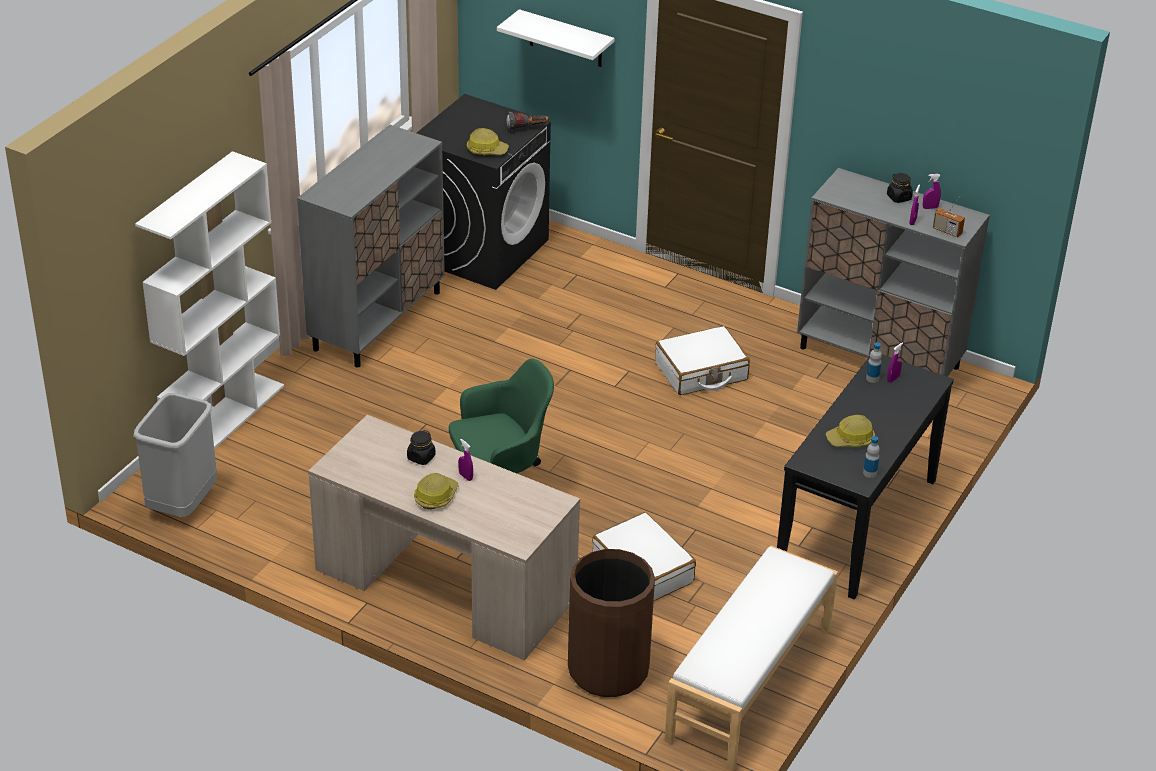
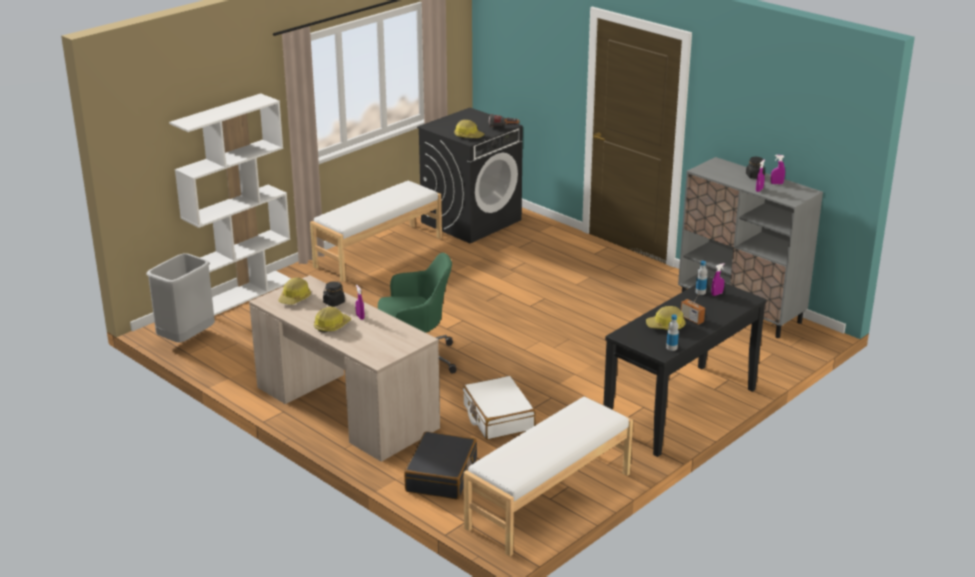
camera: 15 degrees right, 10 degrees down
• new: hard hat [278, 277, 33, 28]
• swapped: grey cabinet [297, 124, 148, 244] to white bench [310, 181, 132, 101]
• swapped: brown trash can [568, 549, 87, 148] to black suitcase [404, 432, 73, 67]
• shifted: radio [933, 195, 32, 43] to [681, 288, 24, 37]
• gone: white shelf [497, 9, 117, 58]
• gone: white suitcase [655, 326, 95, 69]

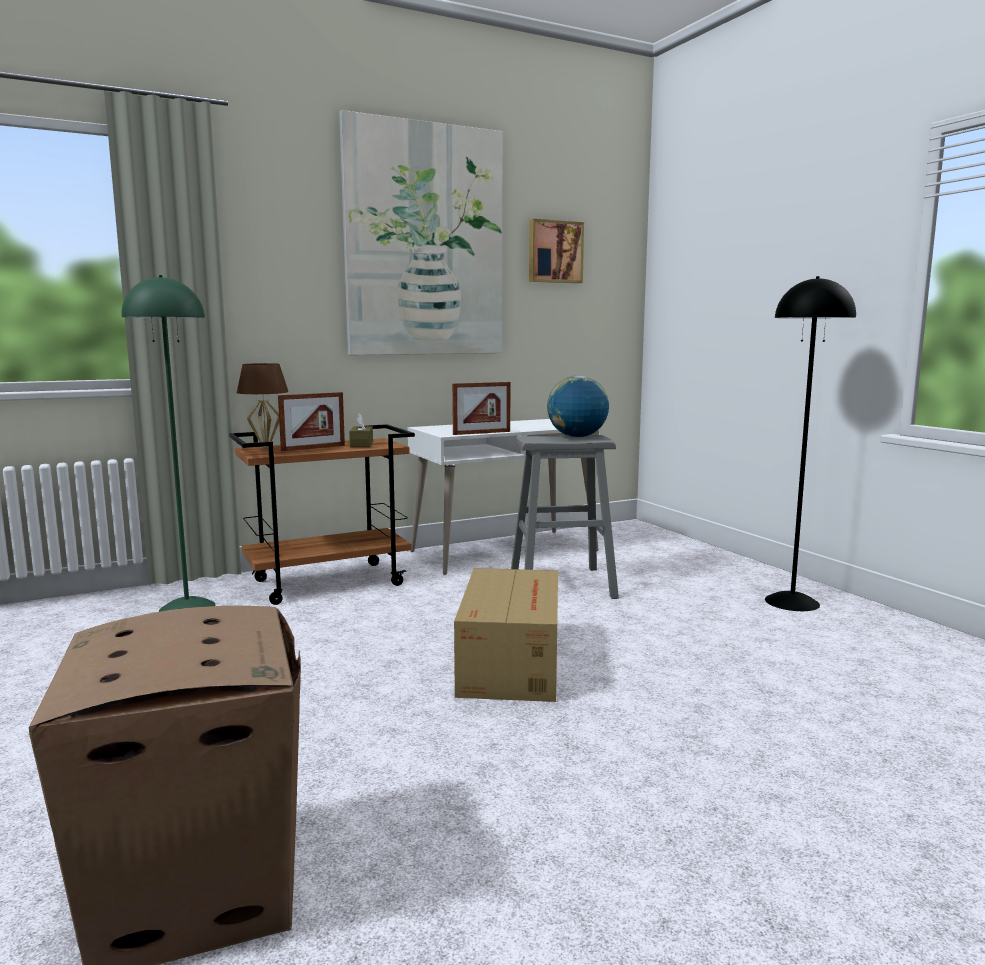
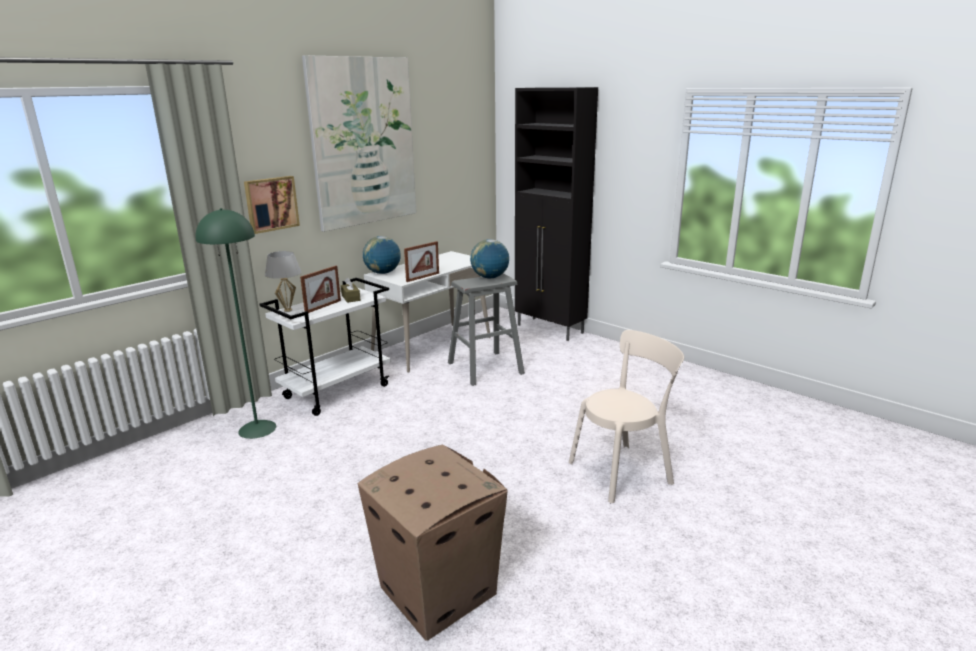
camera: 20 degrees left, 10 degrees up
• shifted: picture [529, 219, 55, 64] to [244, 176, 56, 58]
• repainted: brown cart [229, 424, 186, 181] to white cart [260, 278, 131, 138]
• repainted: brown table lamp [237, 363, 51, 86] to white table lamp [265, 251, 36, 61]
• new: globe [363, 236, 38, 38]
• new: black cabinet [515, 87, 83, 254]
• new: beige chair [569, 330, 115, 173]
• gone: cardboard box [454, 568, 104, 134]
• gone: black floor lamp [765, 276, 91, 335]

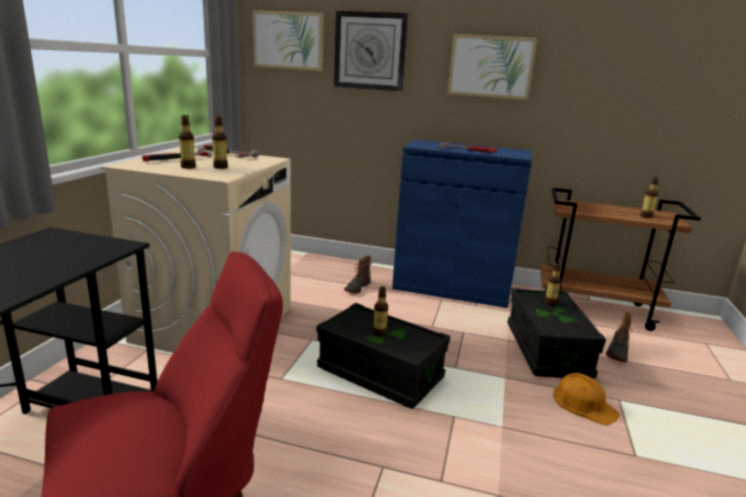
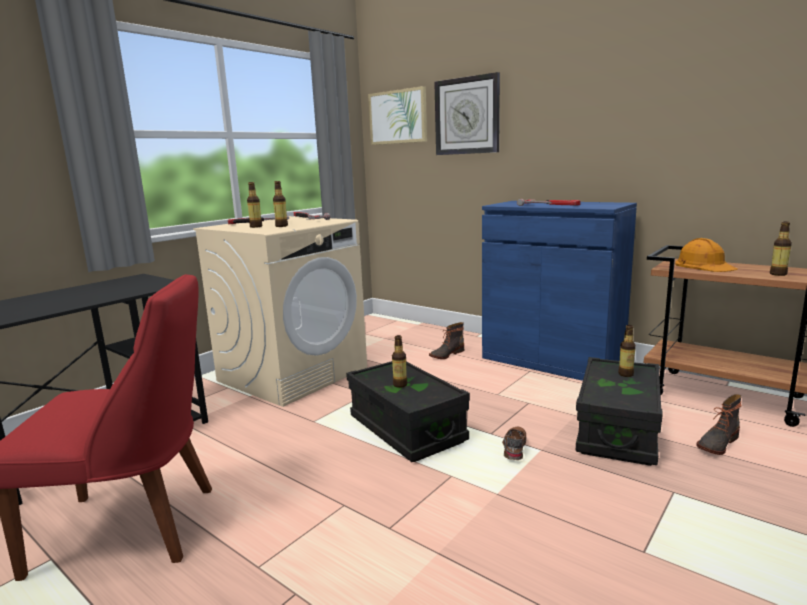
camera: 25 degrees right, 5 degrees down
• new: brown shoe [502, 427, 25, 33]
• shifted: orange hard hat [553, 373, 67, 52] to [675, 238, 63, 34]
• gone: picture [447, 34, 90, 66]

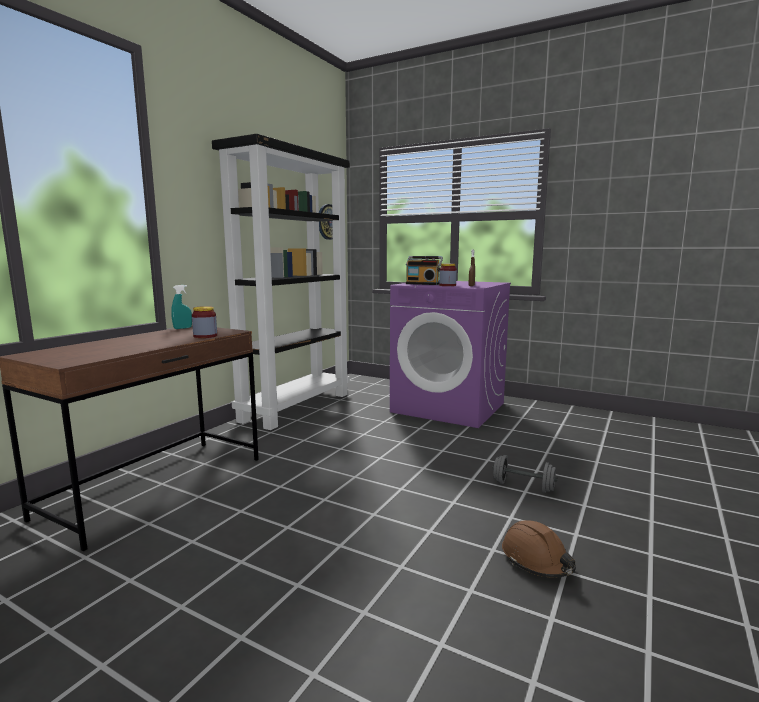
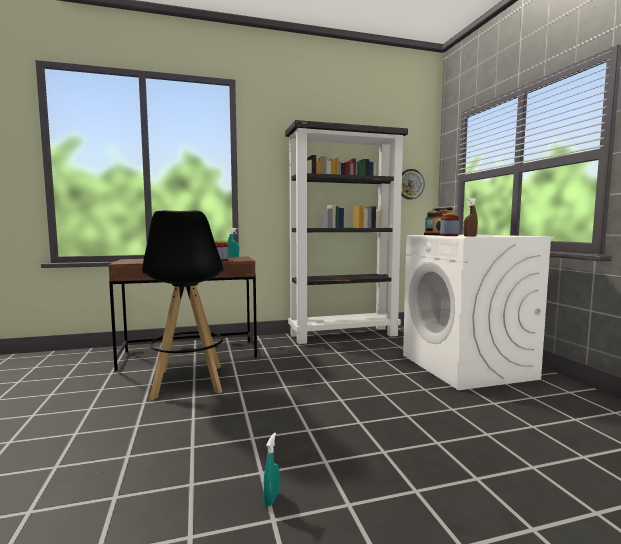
camera: 45 degrees right, 5 degrees down
• new: black stool [142, 210, 82, 190]
• swapped: brown hard hat [502, 520, 74, 58] to turquoise spray bottle [264, 433, 15, 73]
• repainted: purple washing machine [390, 281, 121, 147] to white washing machine [403, 235, 151, 155]
• gone: grey dumbbell [493, 455, 65, 38]

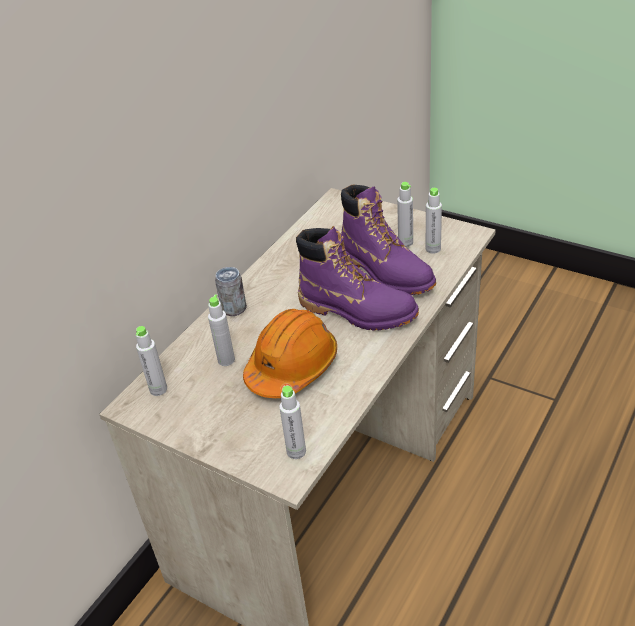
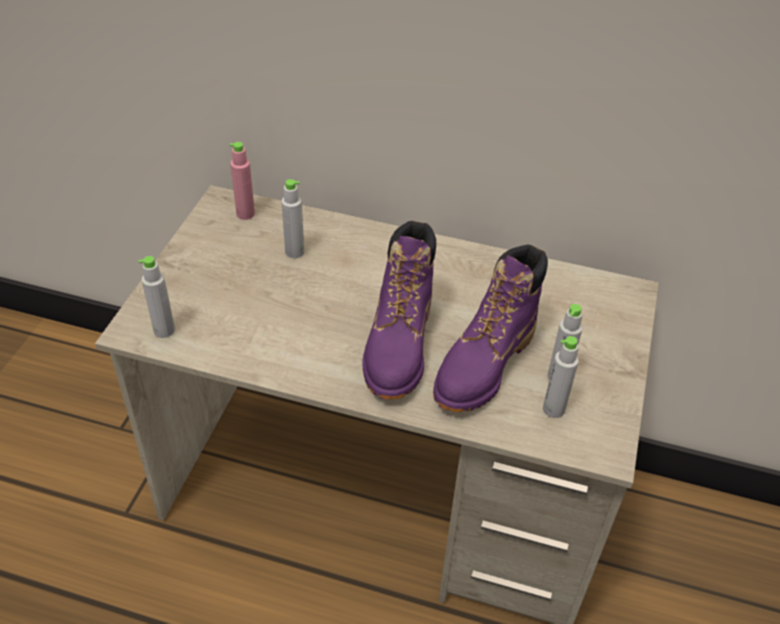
camera: 70 degrees right, 5 degrees up
• repainted: grey bottle [136, 326, 31, 70] to pink bottle [229, 142, 26, 78]
• gone: can [215, 267, 32, 49]
• gone: orange hard hat [243, 309, 94, 89]

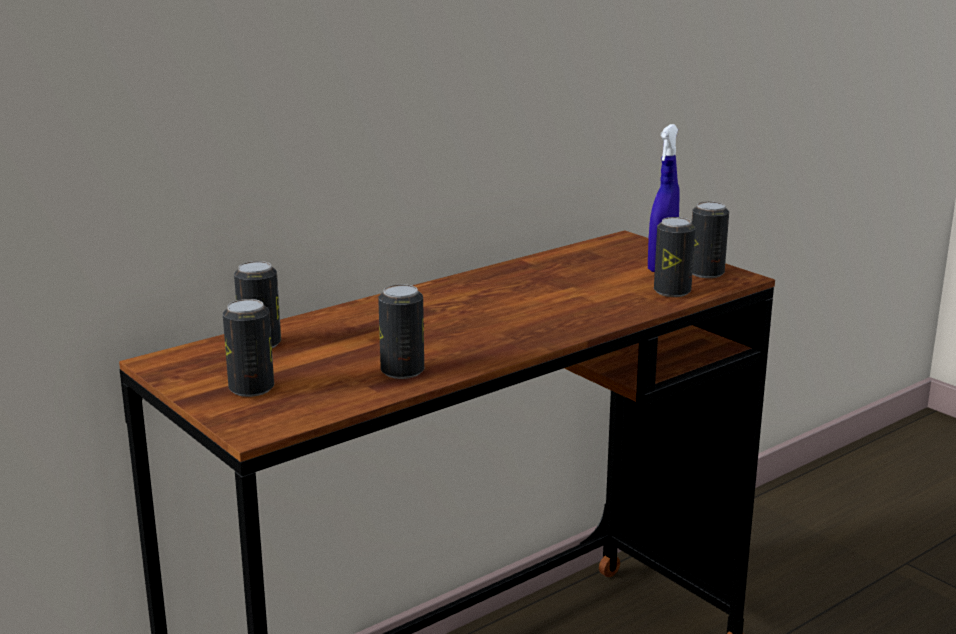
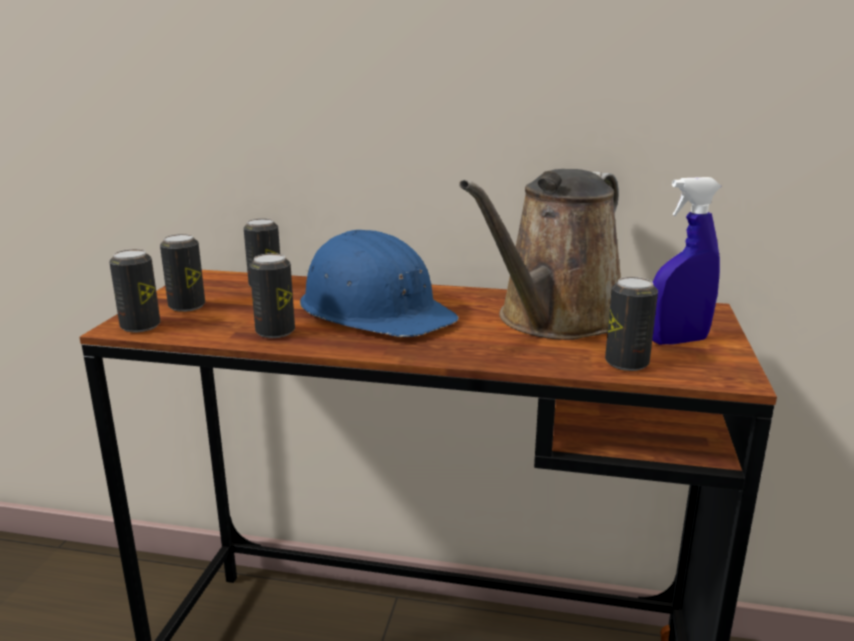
camera: 50 degrees right, 0 degrees up
• shifted: can [692, 201, 37, 77] to [109, 249, 51, 84]
• new: blue hard hat [300, 230, 159, 107]
• new: brown watering can [459, 169, 162, 171]

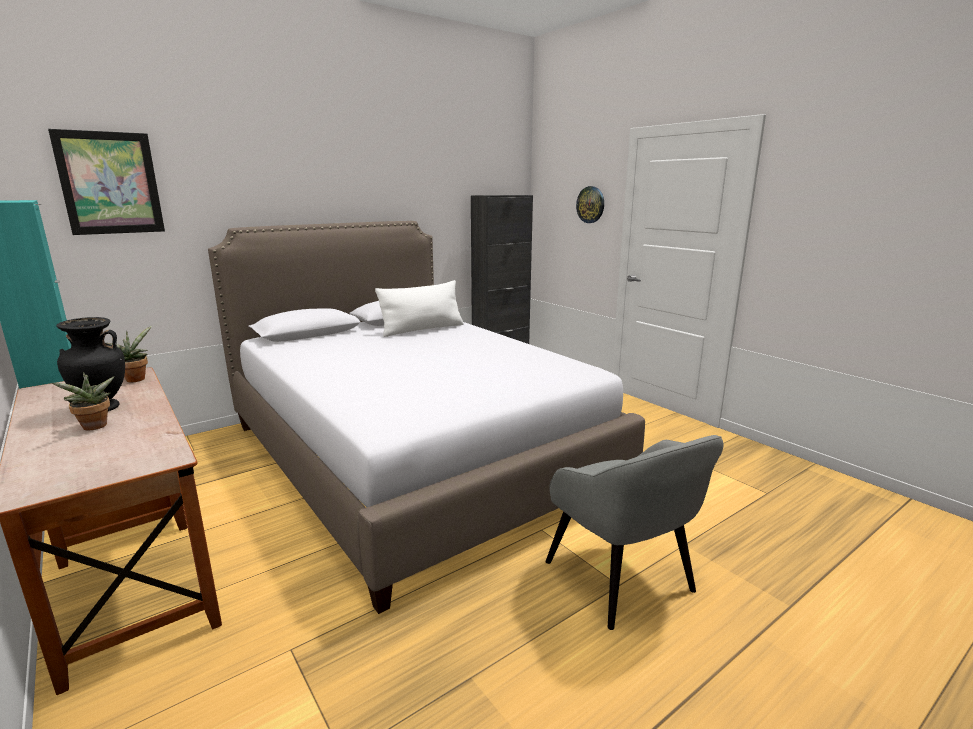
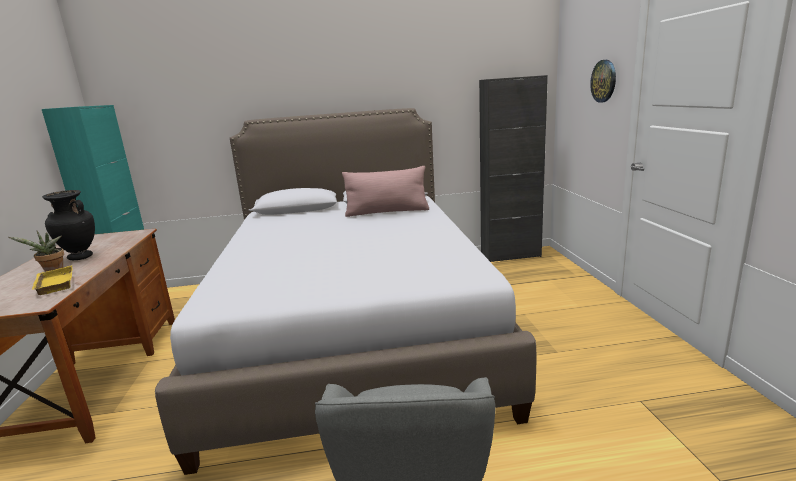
camera: 30 degrees right, 0 degrees up
• new: yellow tray [32, 266, 40, 29]
• repainted: white pillow [375, 280, 89, 57] to pink pillow [342, 166, 87, 51]
• gone: picture [48, 129, 117, 106]
• gone: potted plant [107, 326, 45, 57]

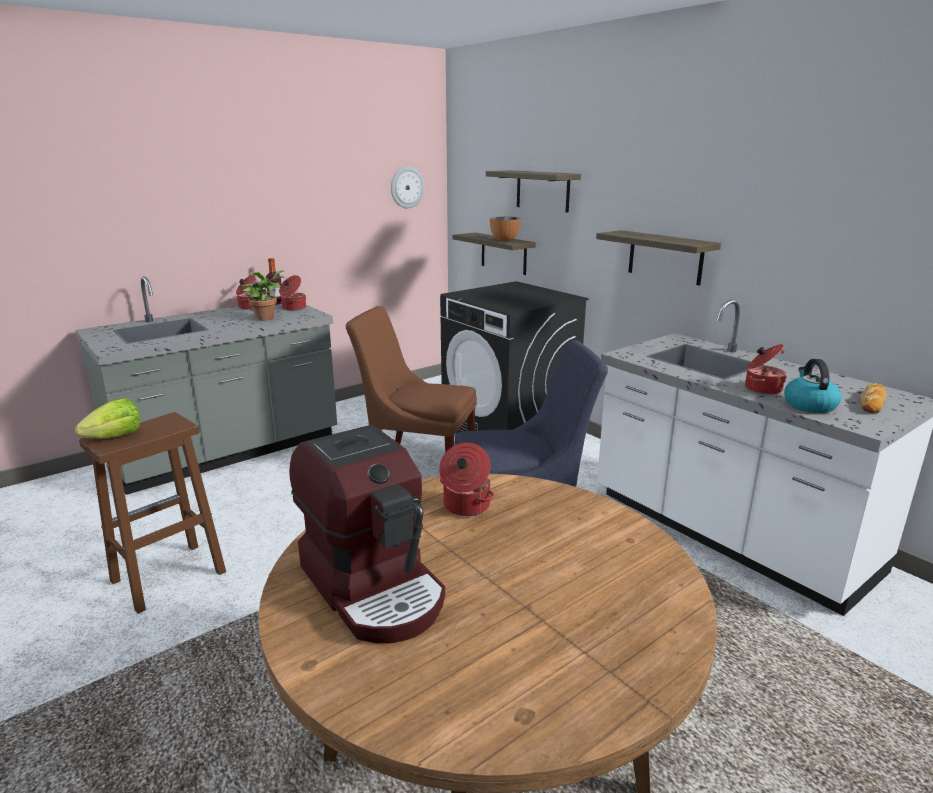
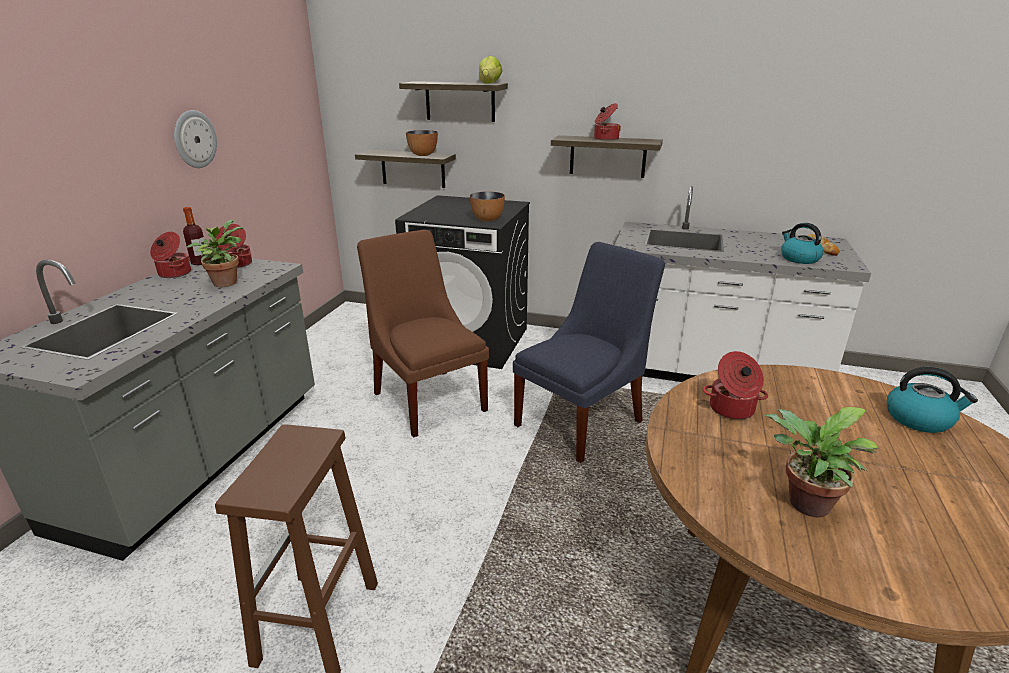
camera: 35 degrees left, 5 degrees up
• shifted: wall clock [391, 167, 33, 41] to [174, 110, 43, 58]
• rotated: brown chair [346, 306, 131, 147] = [357, 229, 132, 209] 75 degrees clockwise
• new: bowl [470, 192, 35, 30]
• shifted: lettuce [75, 398, 66, 41] to [479, 56, 23, 28]
• shifted: cooking pot [745, 344, 42, 51] to [594, 103, 27, 38]
• swapped: coffee machine [289, 425, 156, 218] to potted plant [763, 407, 115, 110]
• new: kettle [887, 367, 91, 66]

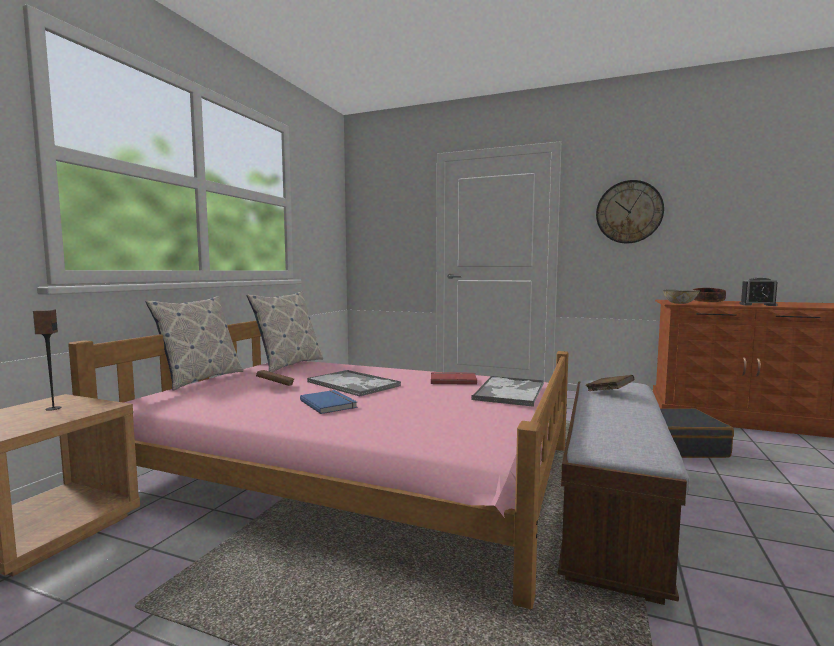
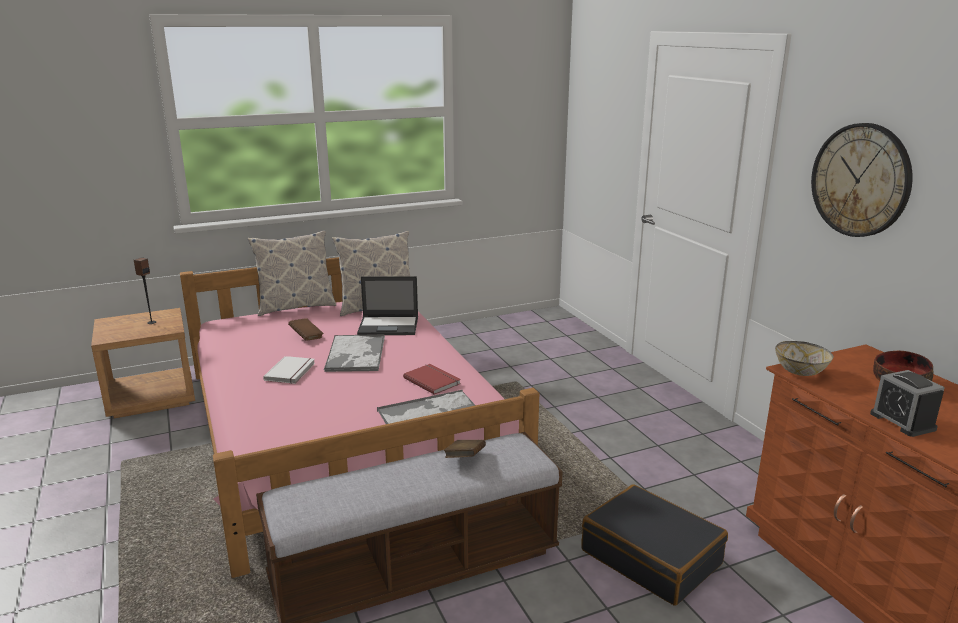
camera: 45 degrees right, 15 degrees up
• repainted: blue book [300, 390, 58, 24] to white book [263, 356, 52, 28]
• new: laptop [357, 276, 61, 59]

